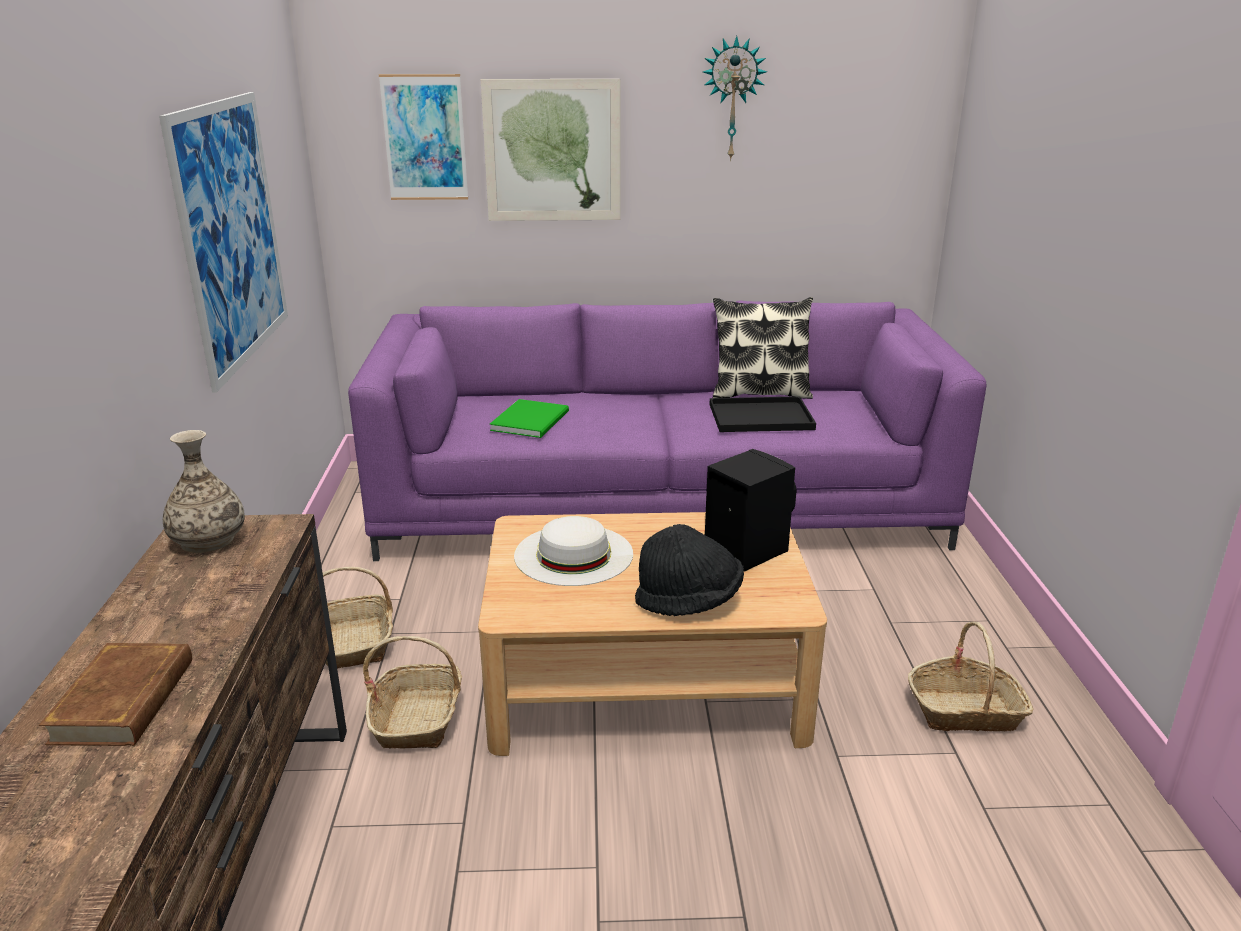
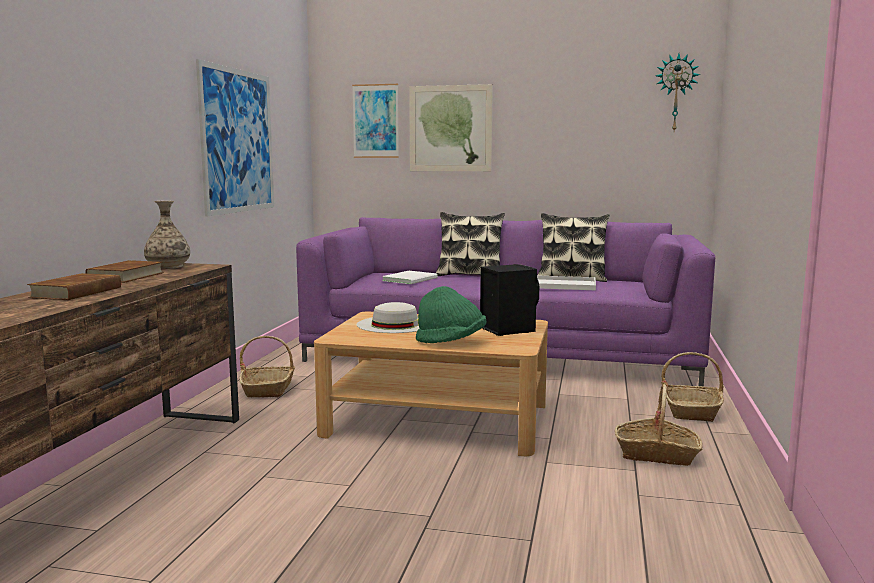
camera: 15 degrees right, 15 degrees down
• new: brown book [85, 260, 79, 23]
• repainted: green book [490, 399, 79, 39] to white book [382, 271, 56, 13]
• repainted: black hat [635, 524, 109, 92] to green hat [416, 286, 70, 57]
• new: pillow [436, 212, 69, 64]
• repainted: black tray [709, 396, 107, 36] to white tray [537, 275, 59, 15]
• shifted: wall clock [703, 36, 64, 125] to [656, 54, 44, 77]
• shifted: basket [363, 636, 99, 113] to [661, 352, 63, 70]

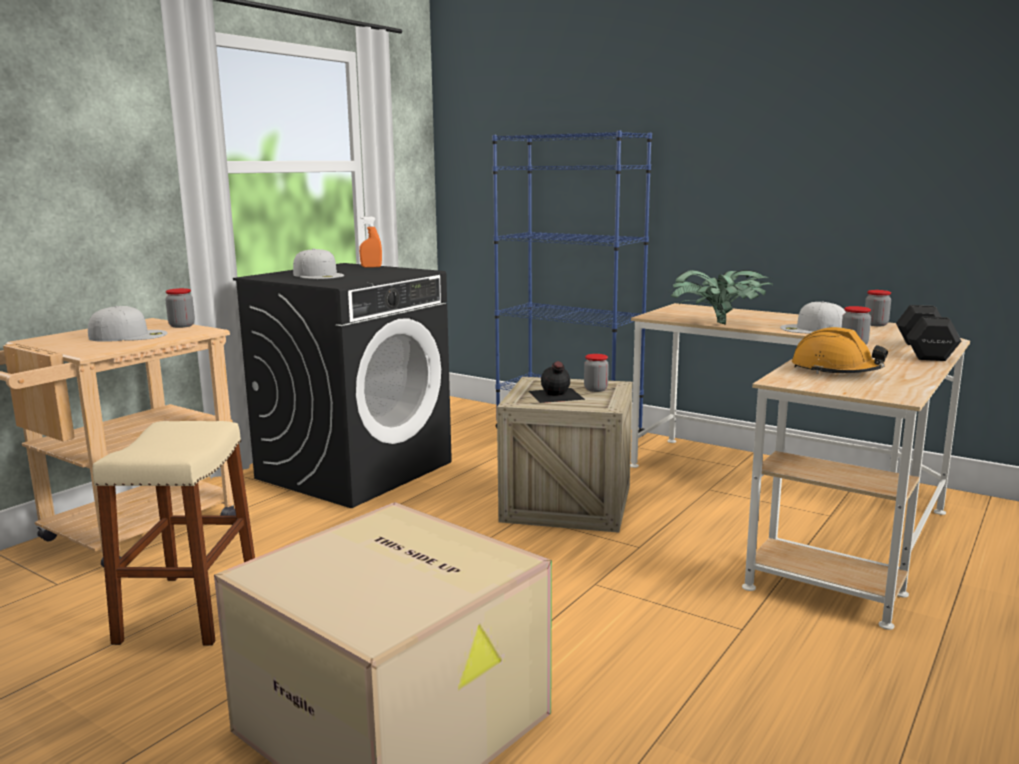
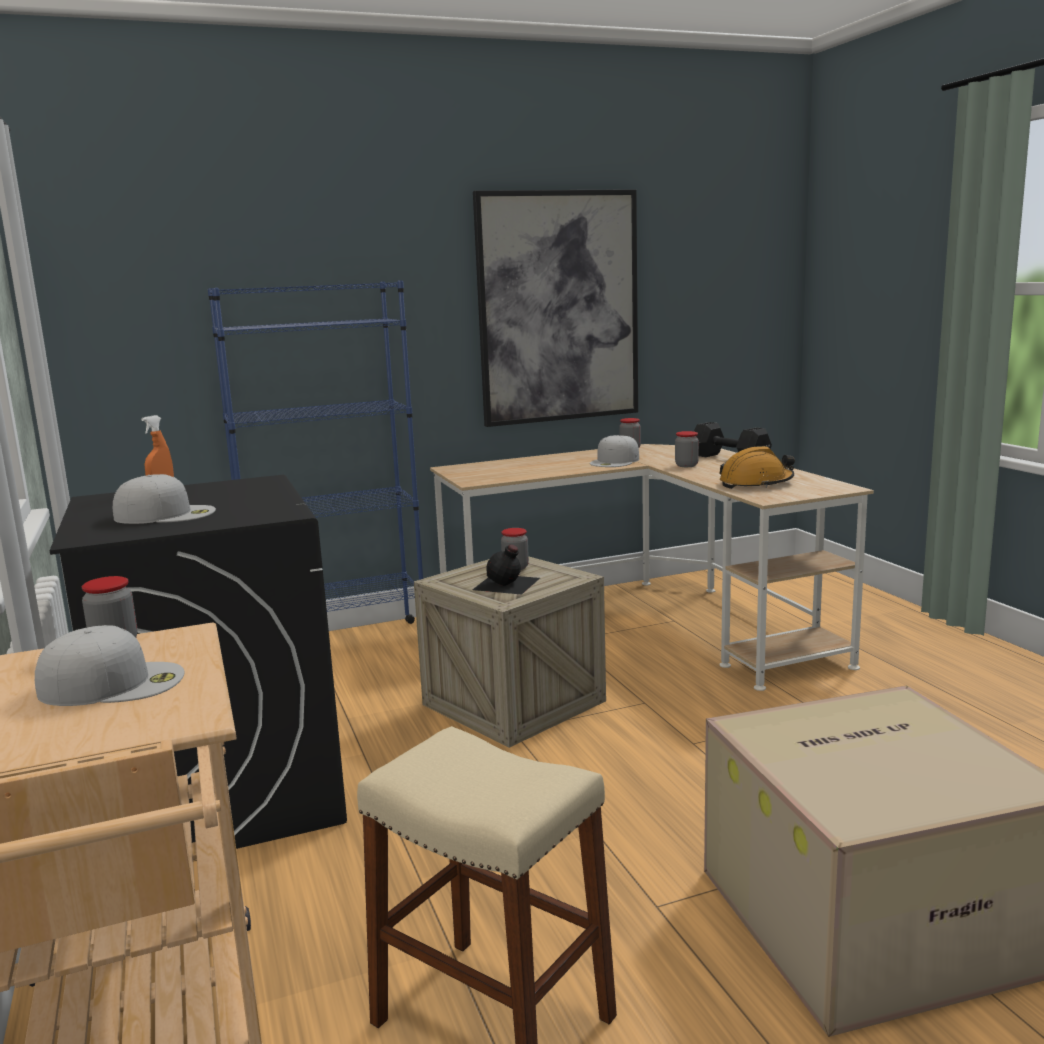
camera: 55 degrees left, 0 degrees up
• rotated: white cap [88, 306, 79, 36] = [35, 625, 149, 81] 60 degrees clockwise
• new: picture [473, 189, 165, 238]
• gone: potted plant [668, 270, 106, 55]

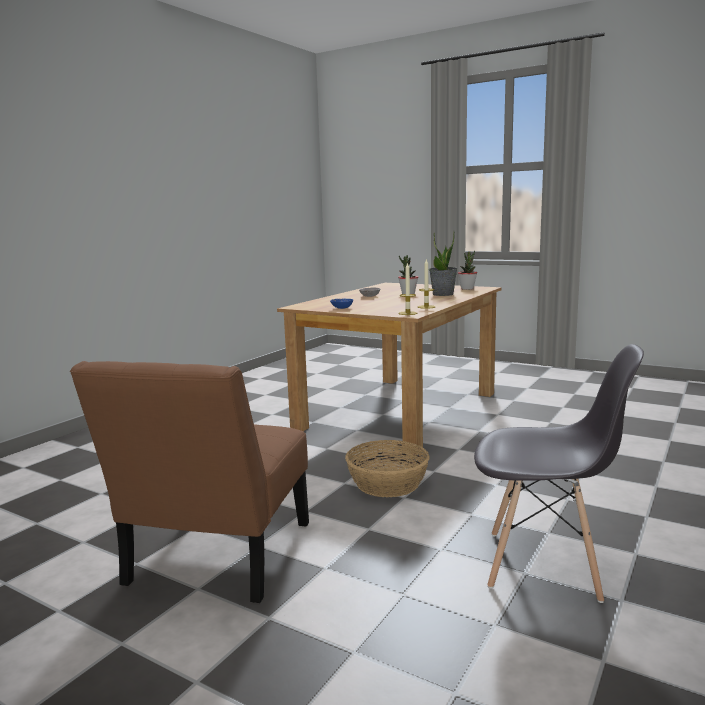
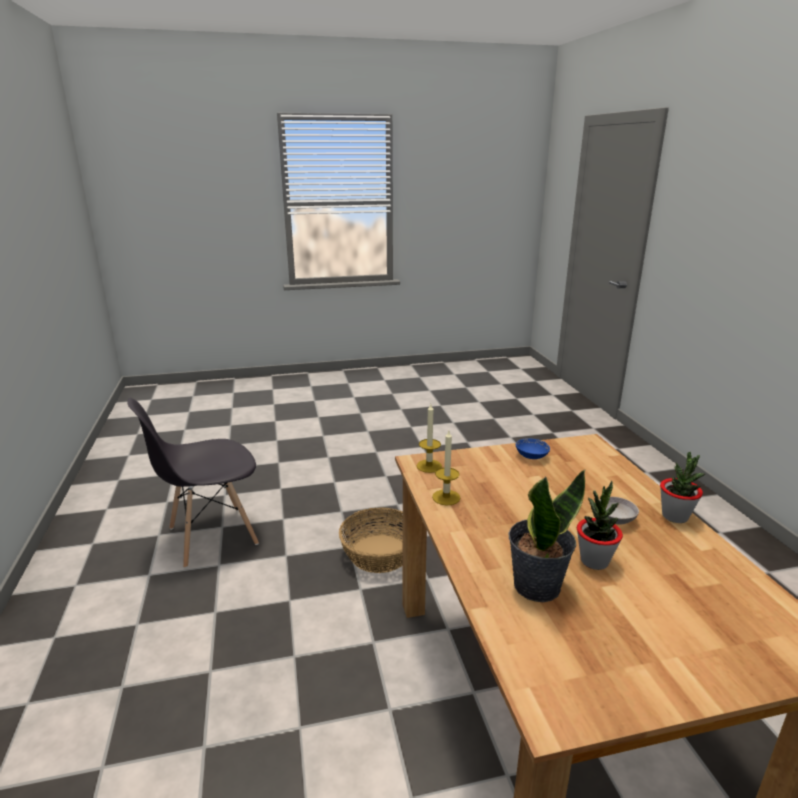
camera: 135 degrees right, 10 degrees up
• shifted: potted plant [458, 251, 19, 39] to [660, 452, 45, 71]
• gone: brown chair [70, 361, 239, 242]

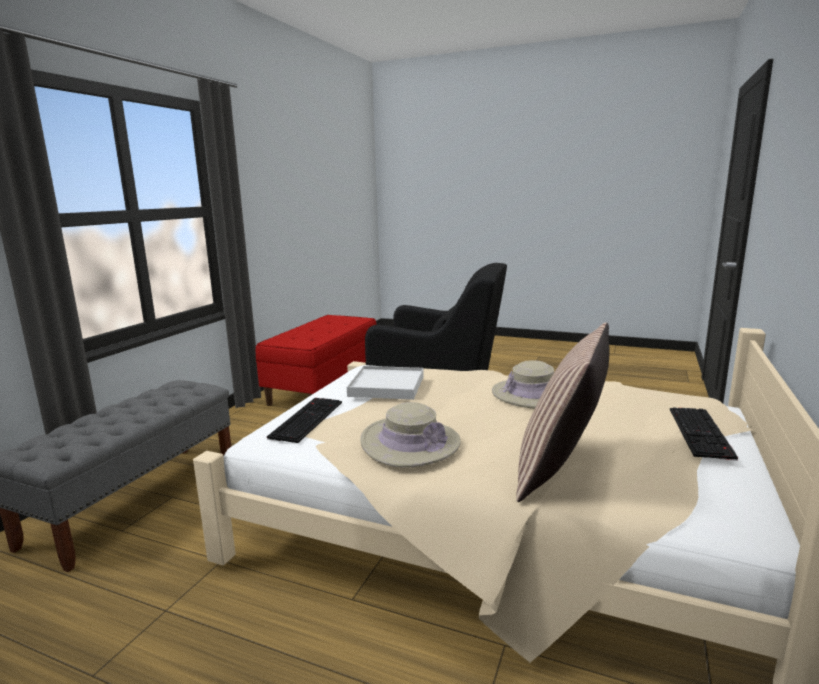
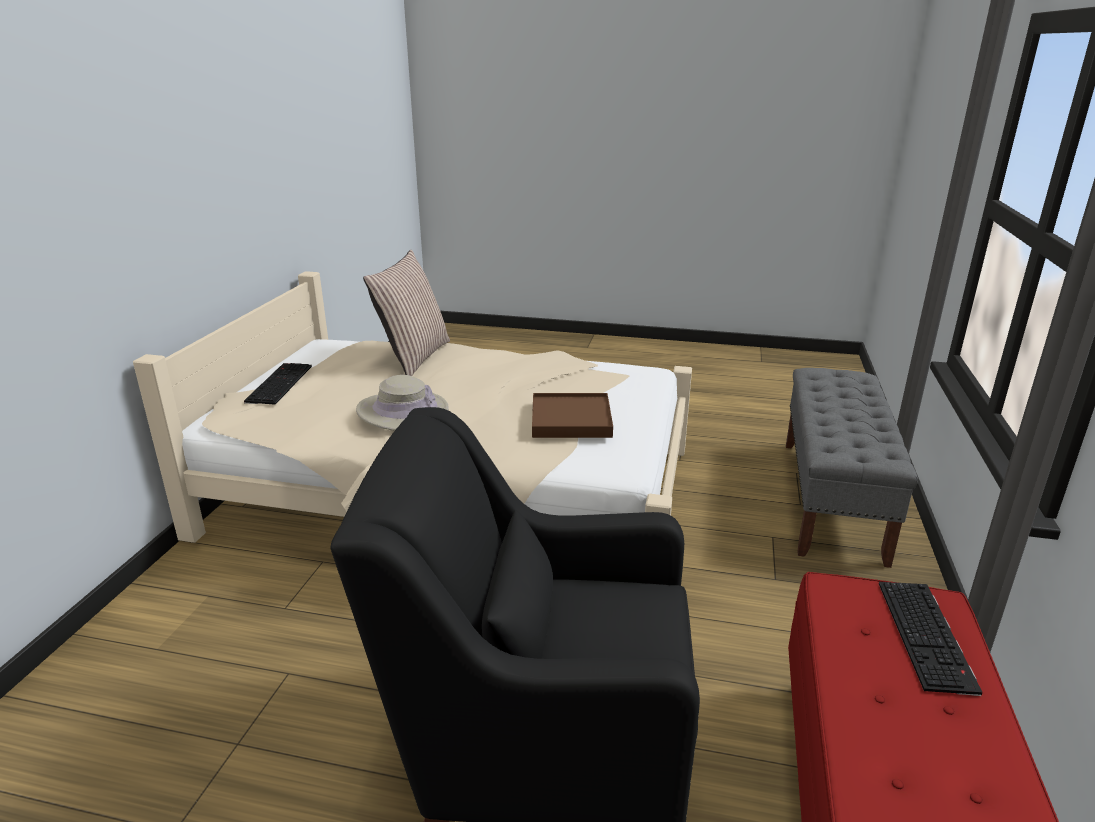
camera: 170 degrees right, 10 degrees up
• repainted: white tray [347, 366, 77, 34] to brown tray [532, 393, 81, 45]
• shifted: keyboard [267, 398, 75, 45] to [879, 582, 104, 114]
• gone: beige hat [360, 402, 101, 66]

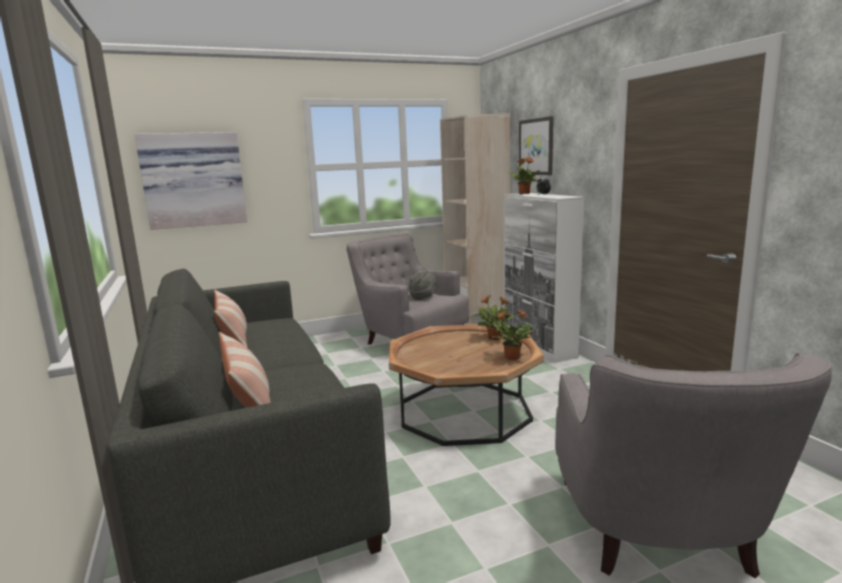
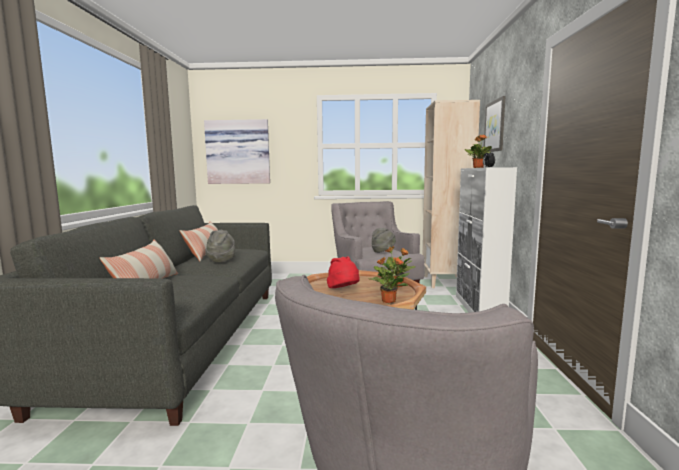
camera: 25 degrees right, 5 degrees down
• new: grey hat [206, 230, 29, 33]
• new: red hat [327, 256, 33, 32]

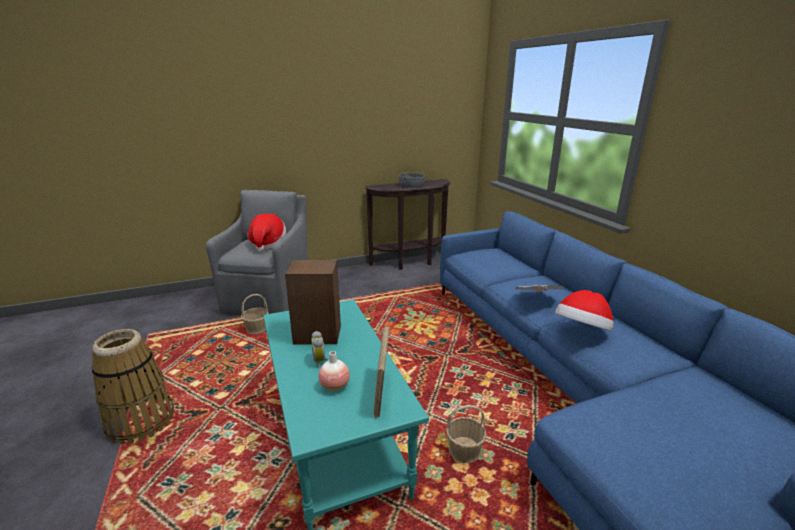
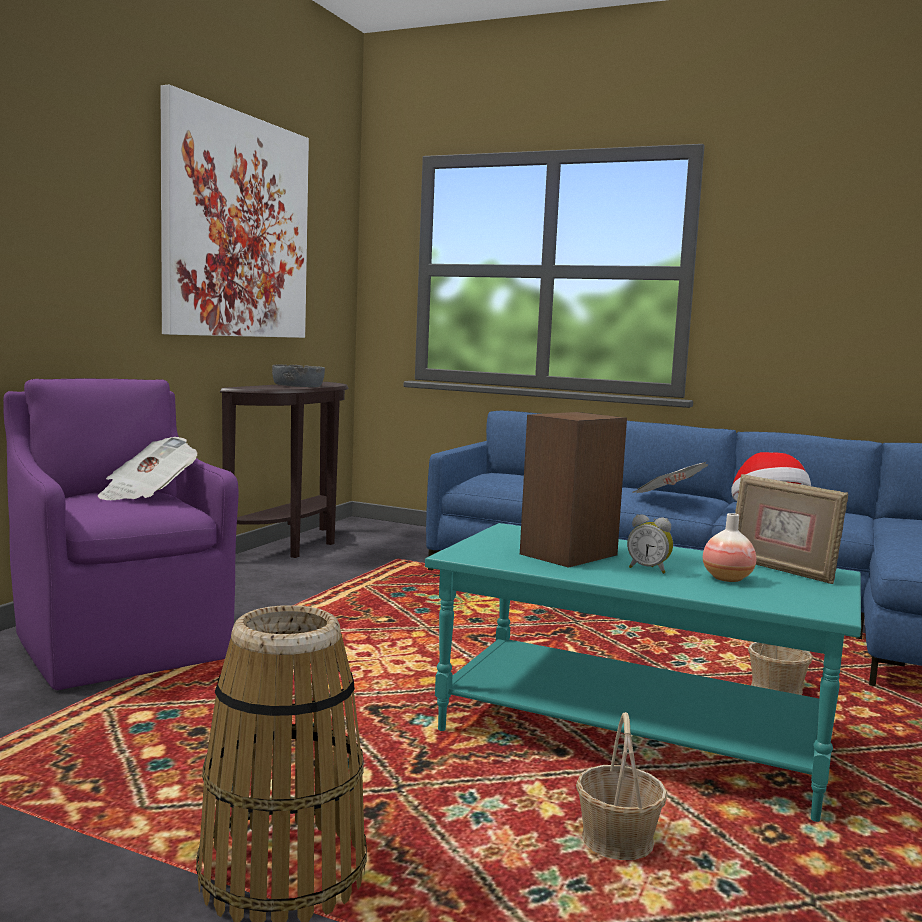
camera: 45 degrees left, 15 degrees down
• repainted: grey armchair [206, 190, 103, 125] to purple armchair [3, 379, 235, 311]
• swapped: hat [247, 214, 39, 38] to newspaper [98, 437, 99, 63]
• new: picture [161, 84, 148, 254]
• shifted: basket [241, 294, 28, 40] to [576, 712, 91, 148]

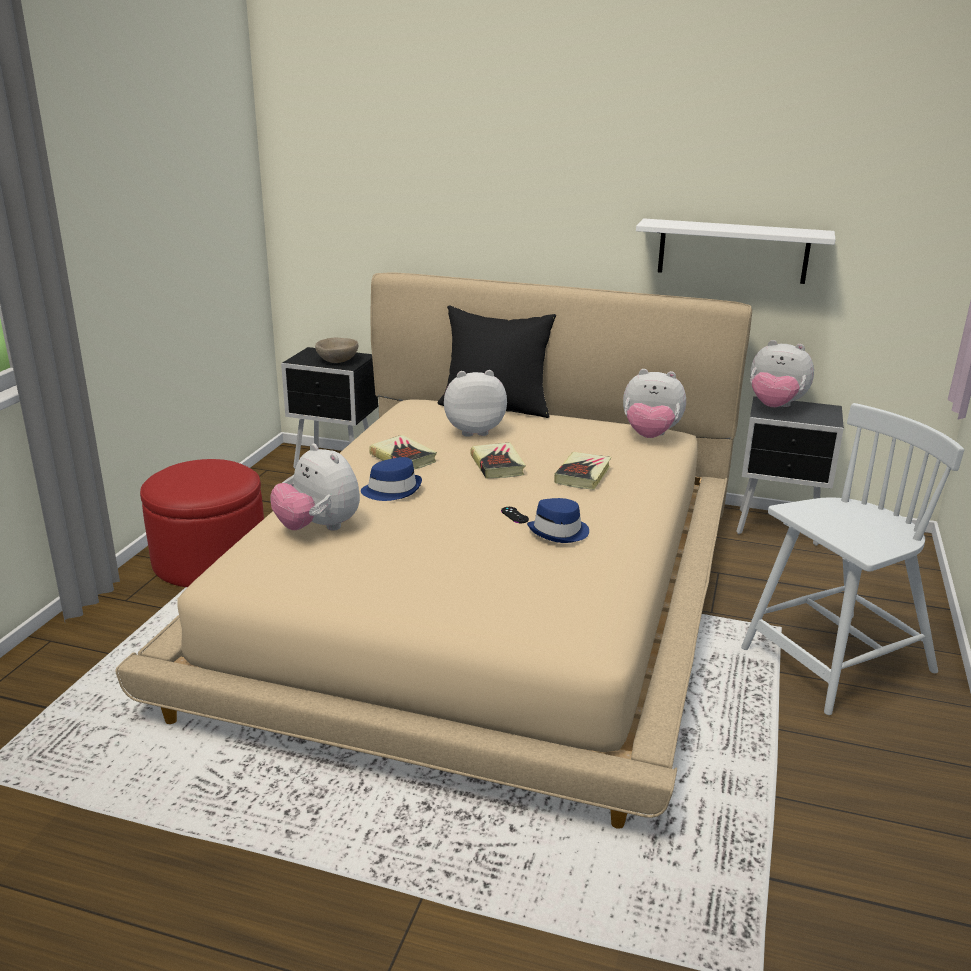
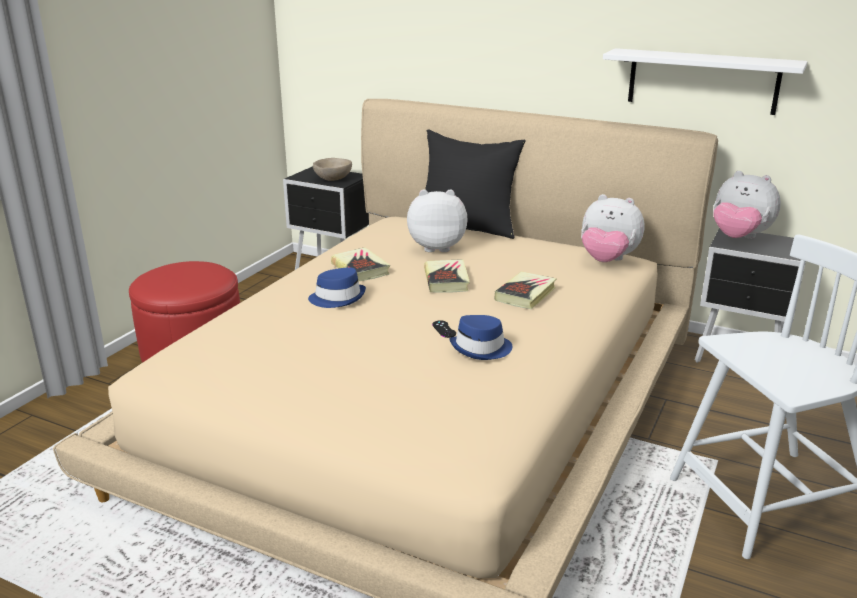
camera: 10 degrees right, 0 degrees up
• gone: plush toy [270, 444, 90, 87]

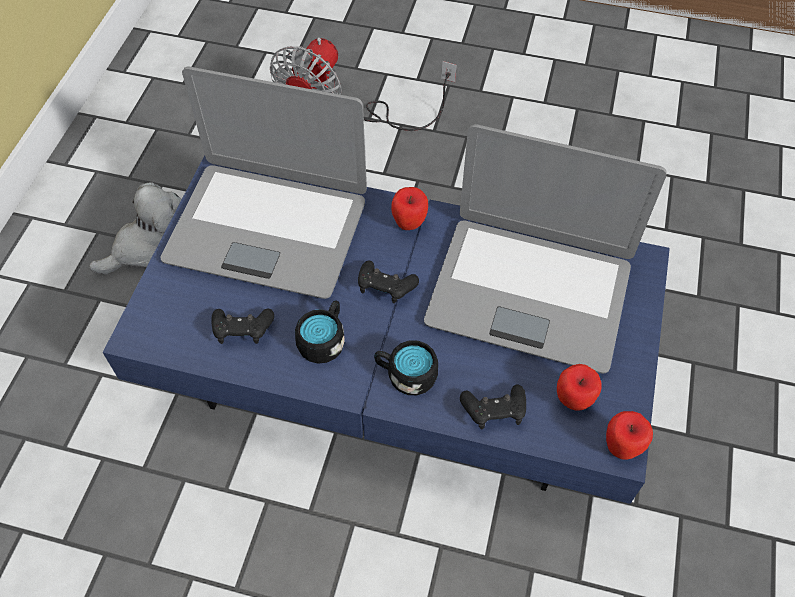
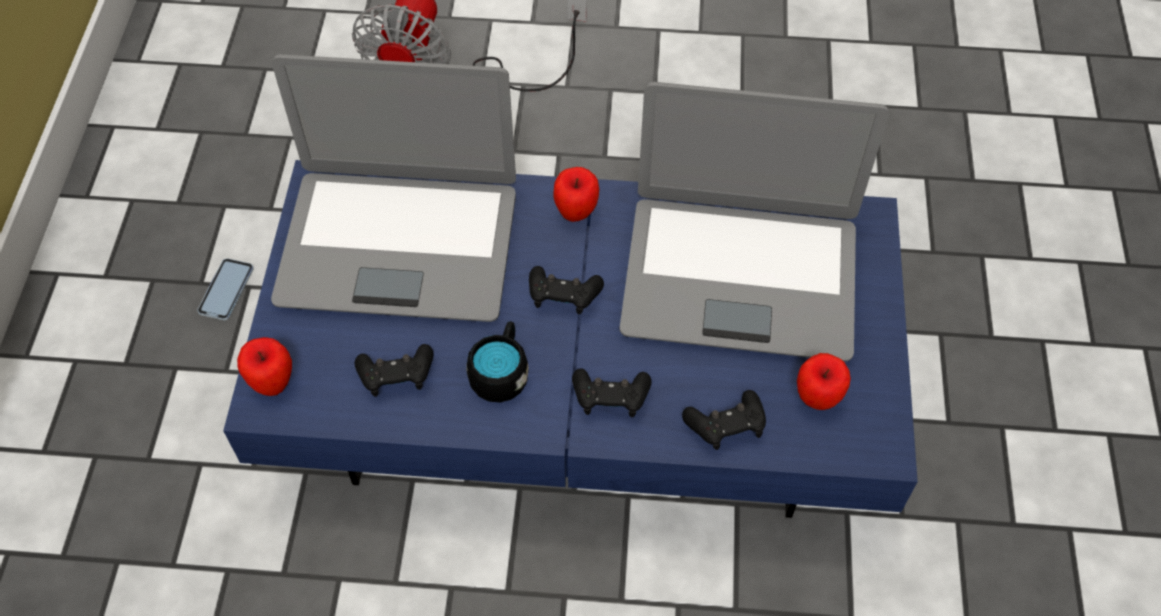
camera: 10 degrees left, 0 degrees up
• swapped: plush toy [89, 182, 93, 93] to phone [197, 258, 57, 62]
• shifted: apple [606, 411, 47, 49] to [237, 337, 55, 59]
• swapped: black mug [374, 340, 64, 55] to black game controller [572, 368, 80, 49]

